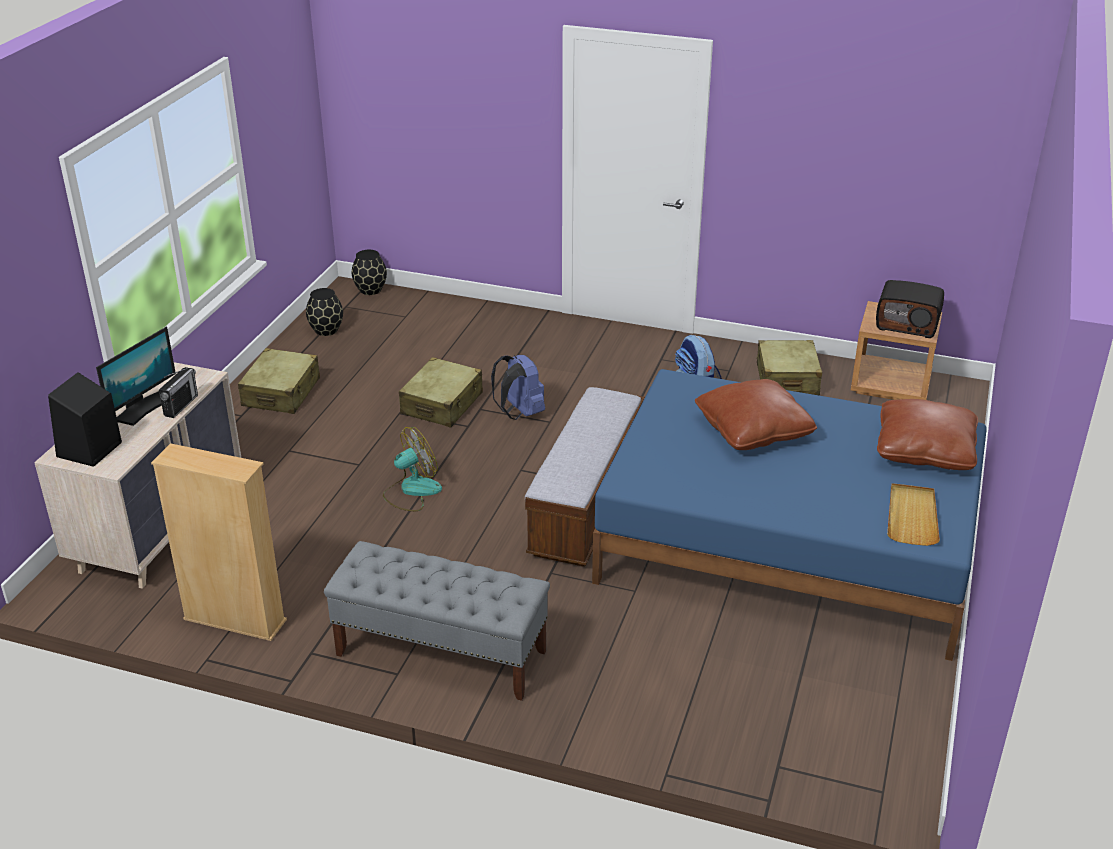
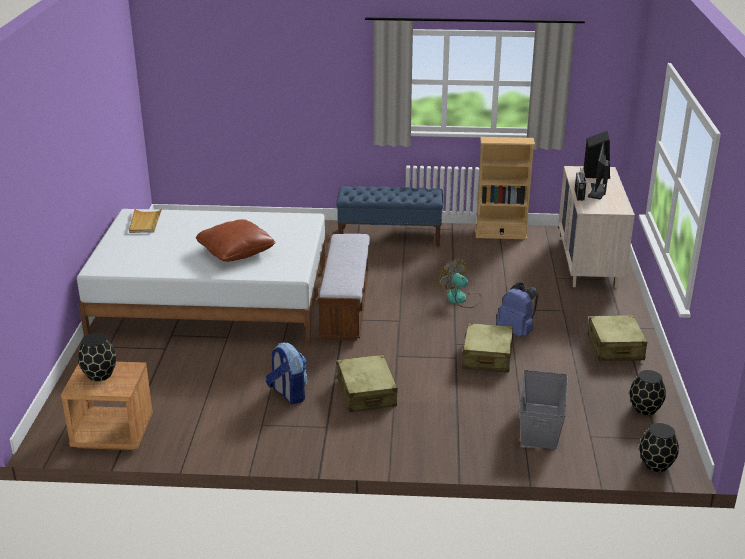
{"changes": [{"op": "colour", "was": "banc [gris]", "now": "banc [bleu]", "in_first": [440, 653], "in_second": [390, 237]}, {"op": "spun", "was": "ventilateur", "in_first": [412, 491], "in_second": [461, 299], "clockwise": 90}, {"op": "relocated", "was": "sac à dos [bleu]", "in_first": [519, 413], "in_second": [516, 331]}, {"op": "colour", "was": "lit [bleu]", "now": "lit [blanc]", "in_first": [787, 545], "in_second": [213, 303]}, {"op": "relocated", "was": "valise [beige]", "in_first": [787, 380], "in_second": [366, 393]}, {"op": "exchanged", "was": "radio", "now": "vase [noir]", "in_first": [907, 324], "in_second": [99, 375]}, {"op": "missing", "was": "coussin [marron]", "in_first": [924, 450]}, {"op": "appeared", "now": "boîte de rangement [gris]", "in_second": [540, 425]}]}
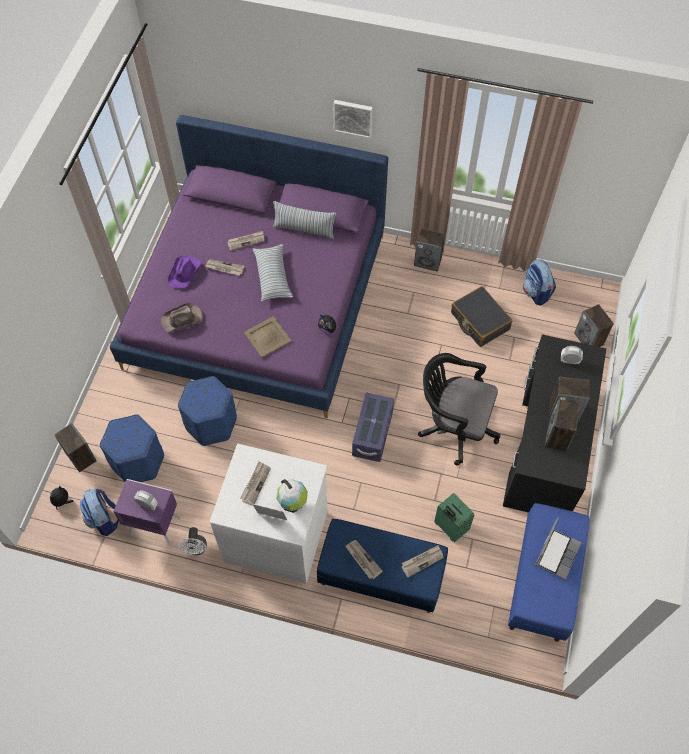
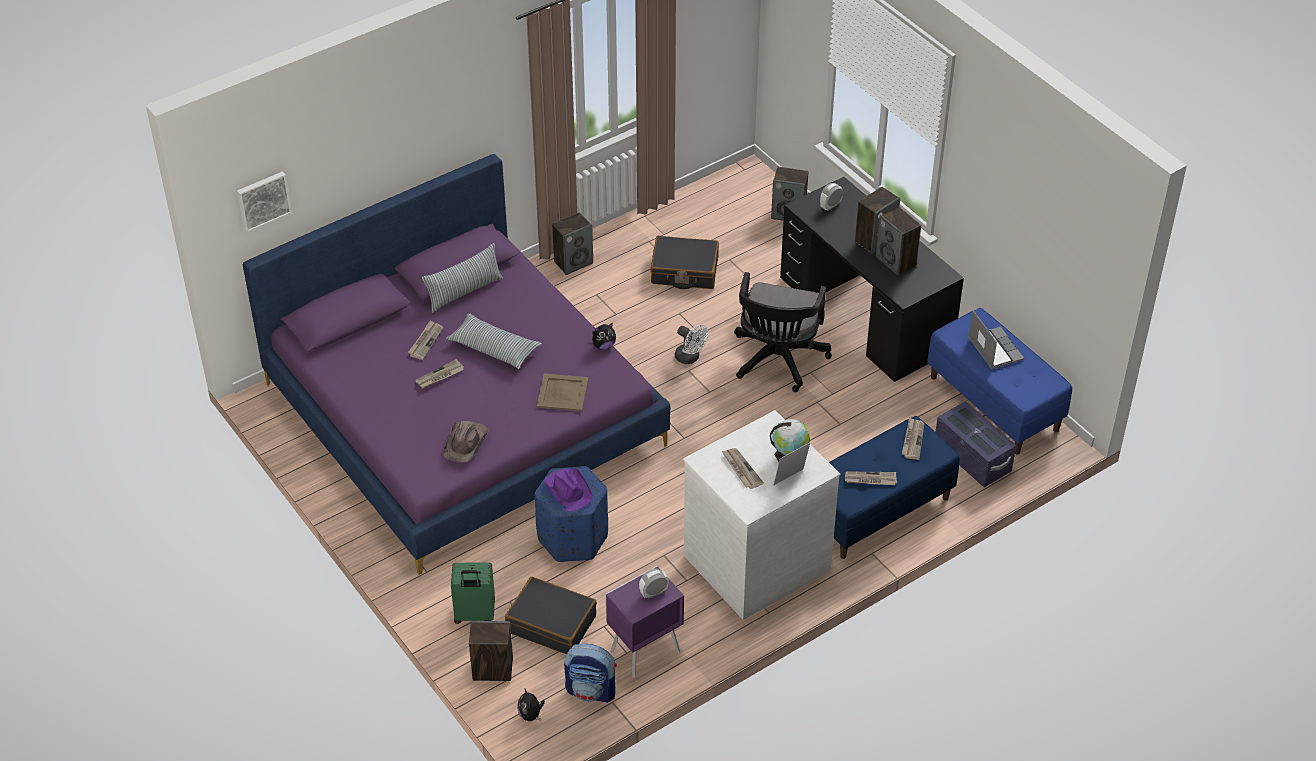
{"changes": [{"op": "exchanged", "was": "pouf [bleu]", "now": "valise [noir]", "in_first": [138, 461], "in_second": [551, 623]}, {"op": "relocated", "was": "chapeau [violet]", "in_first": [185, 272], "in_second": [568, 490]}, {"op": "relocated", "was": "ventilateur [blanc]", "in_first": [196, 549], "in_second": [690, 358]}, {"op": "relocated", "was": "tableau", "in_first": [353, 117], "in_second": [263, 200]}, {"op": "relocated", "was": "boîte de rangement [violet]", "in_first": [372, 434], "in_second": [972, 458]}, {"op": "spun", "was": "chaise de bureau [noir]", "in_first": [454, 426], "in_second": [777, 361], "clockwise": -45}, {"op": "relocated", "was": "valise [vert]", "in_first": [450, 527], "in_second": [474, 615]}, {"op": "missing", "was": "sac à dos", "in_first": [536, 293]}]}
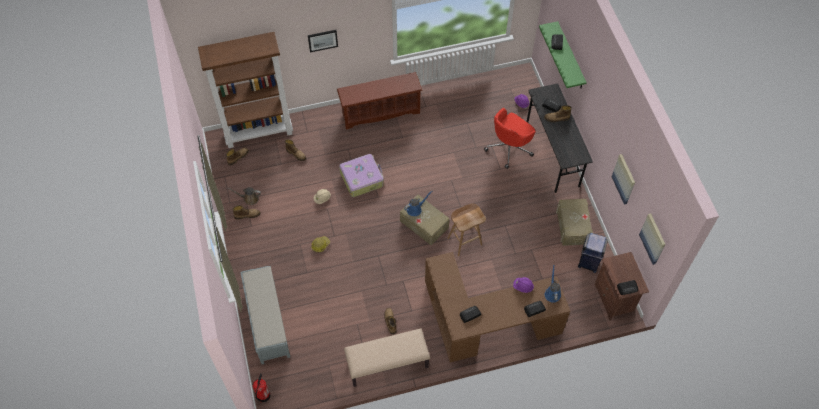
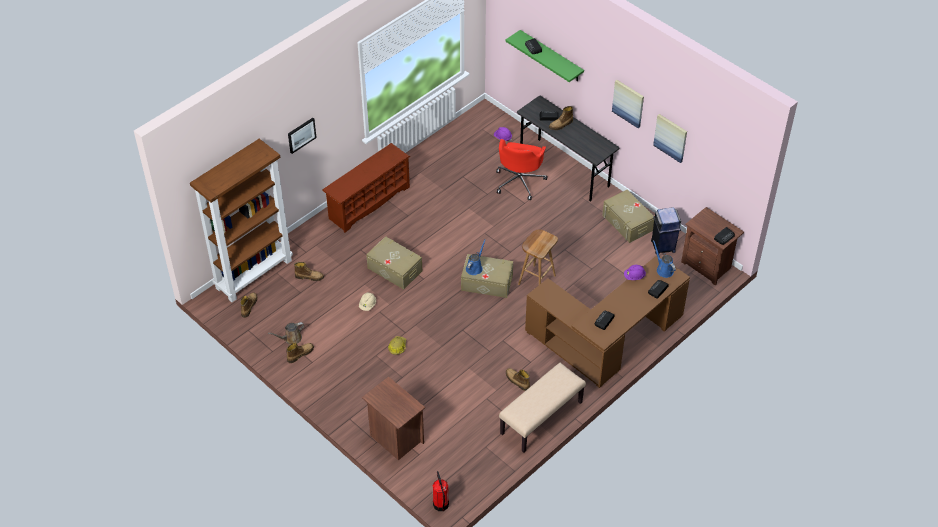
{"changes": [{"op": "exchanged", "was": "banc [gris]", "now": "table de chevet [marron]", "in_first": [267, 321], "in_second": [395, 438]}, {"op": "exchanged", "was": "valise", "now": "boîte de rangement [beige]", "in_first": [362, 178], "in_second": [394, 269]}, {"op": "relocated", "was": "tableau", "in_first": [653, 238], "in_second": [628, 103]}]}
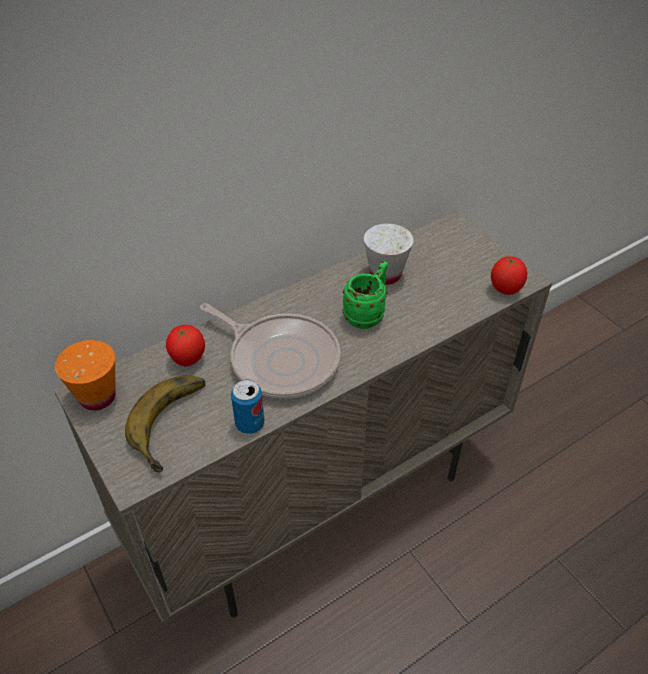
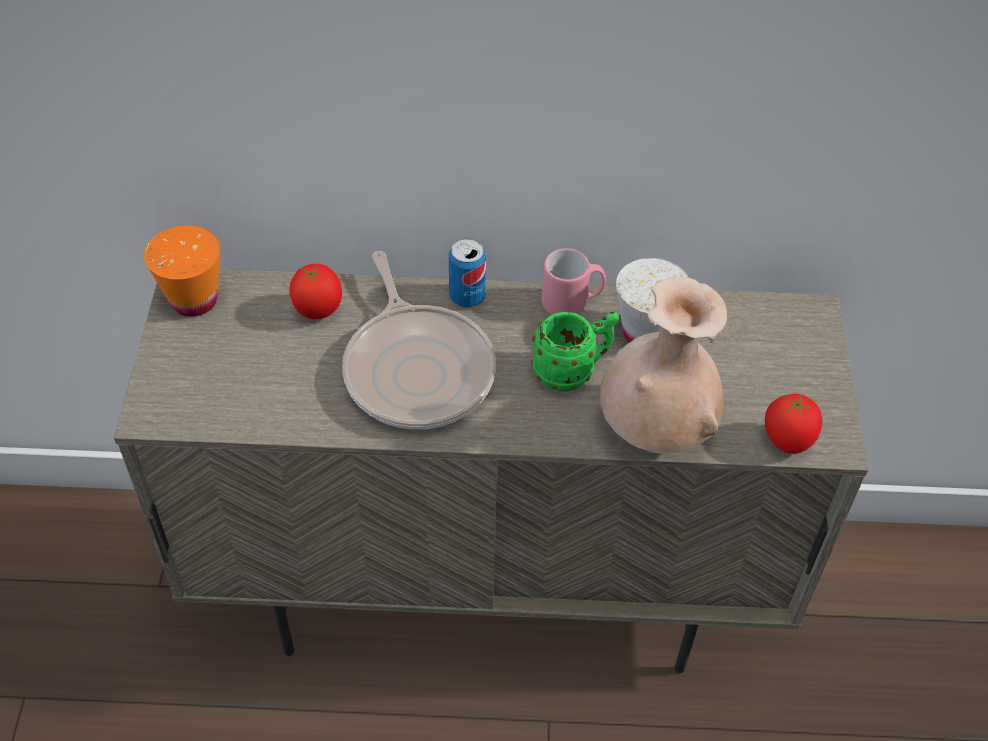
{"changes": [{"op": "missing", "was": "banane", "in_first": [176, 424]}, {"op": "relocated", "was": "boîte métallique", "in_first": [250, 424], "in_second": [467, 296]}, {"op": "appeared", "now": "mug [rose]", "in_second": [572, 303]}, {"op": "appeared", "now": "vase [beige]", "in_second": [655, 429]}]}
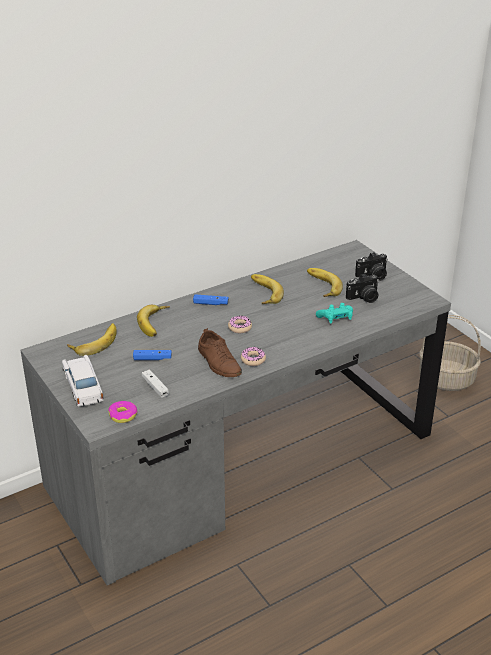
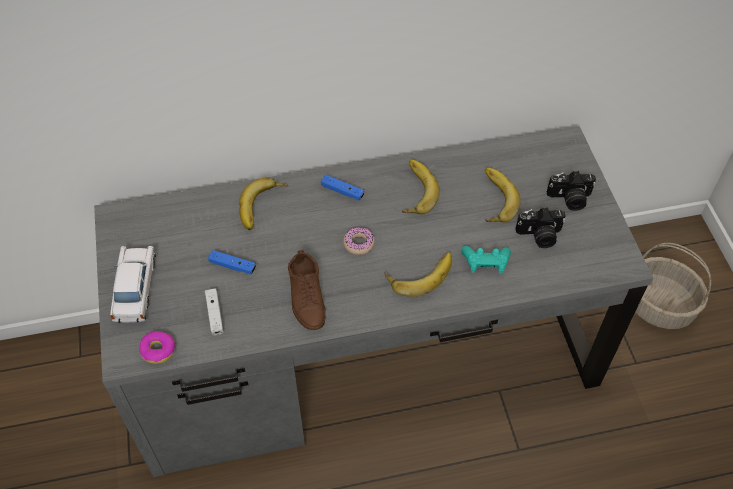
{"changes": [{"op": "relocated", "was": "banane", "in_first": [94, 342], "in_second": [419, 273]}, {"op": "missing", "was": "beignet", "in_first": [253, 360]}]}
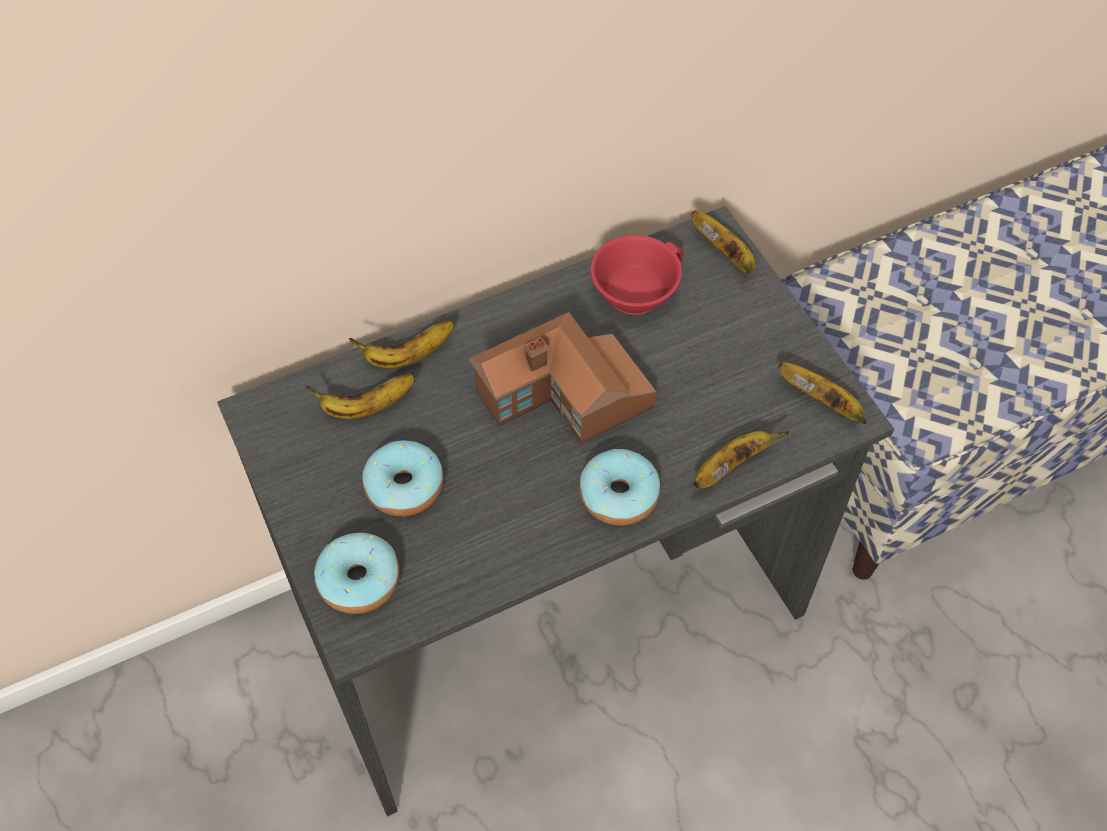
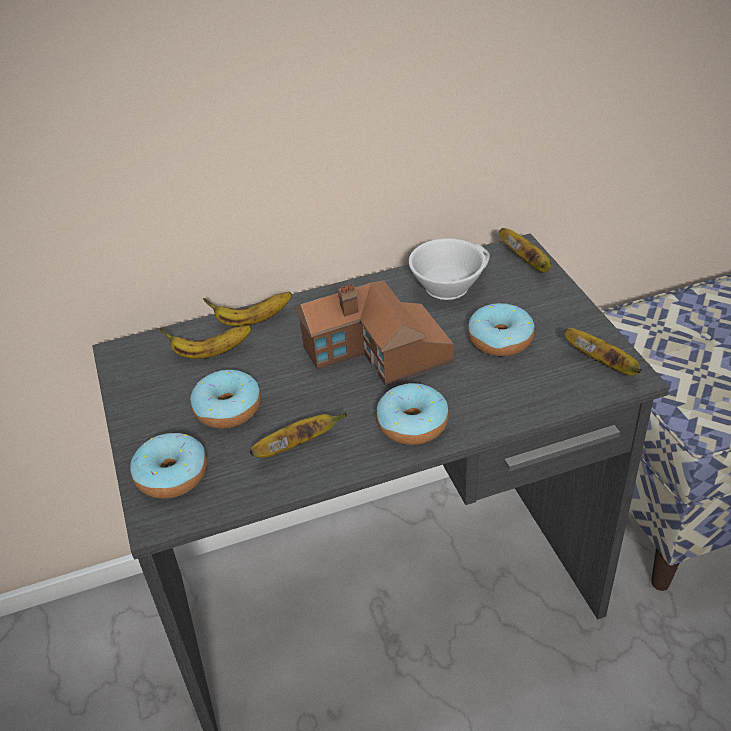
{"changes": [{"op": "colour", "was": "tasse [rouge]", "now": "tasse [blanc]", "in_first": [634, 290], "in_second": [447, 284]}, {"op": "relocated", "was": "banane", "in_first": [731, 466], "in_second": [297, 446]}, {"op": "appeared", "now": "beignet", "in_second": [500, 339]}]}
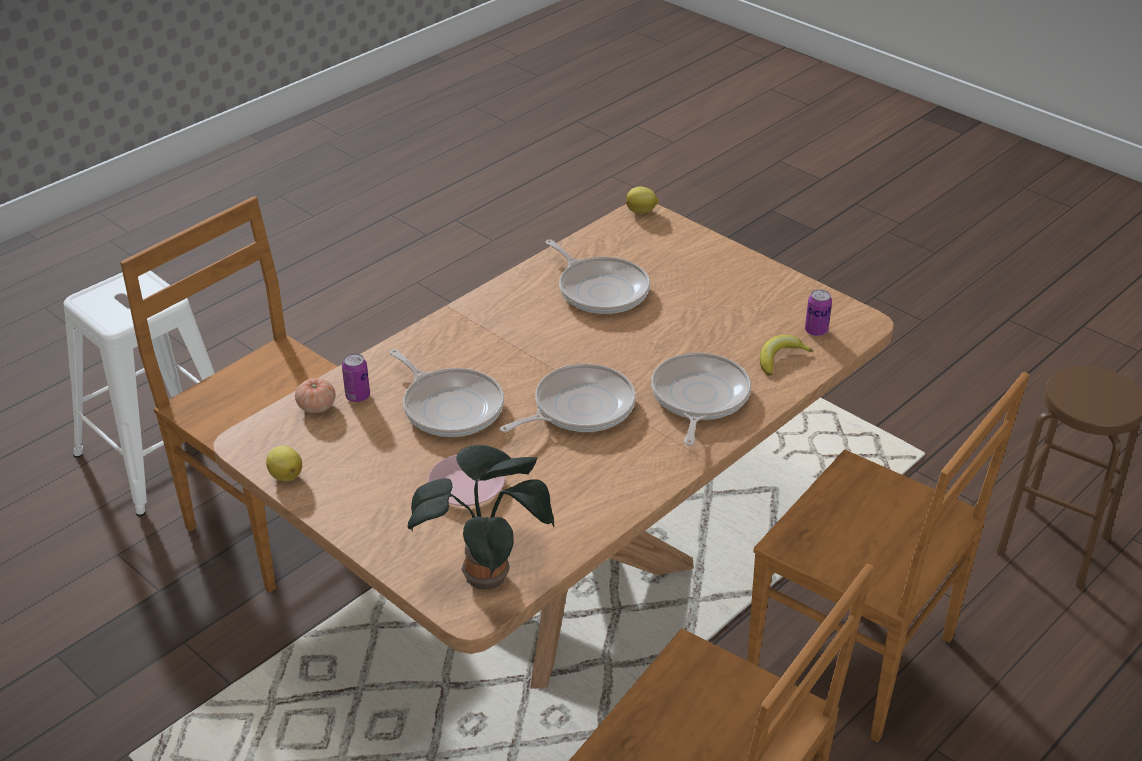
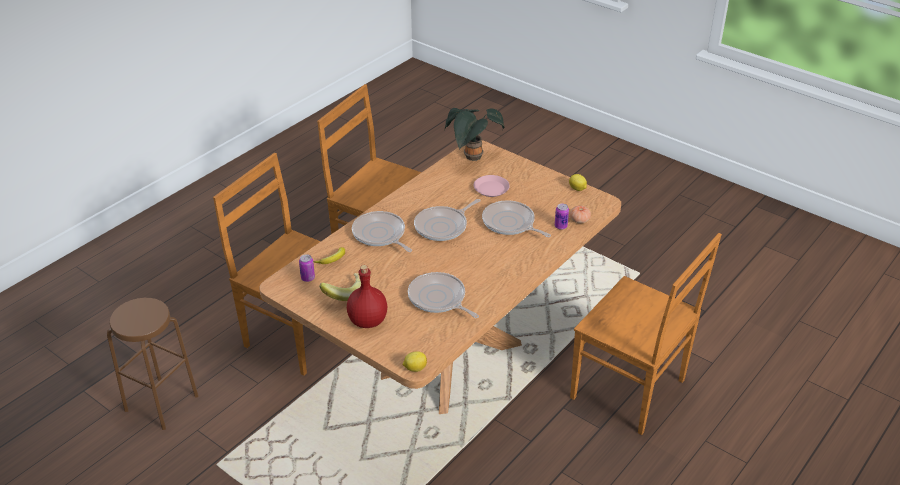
{"changes": [{"op": "missing", "was": "tabouret [blanc]", "in_first": [158, 455]}, {"op": "spun", "was": "poêle", "in_first": [698, 398], "in_second": [380, 235], "clockwise": 135}, {"op": "appeared", "now": "banane", "in_second": [343, 294]}, {"op": "appeared", "now": "bouteille [rouge]", "in_second": [367, 321]}]}
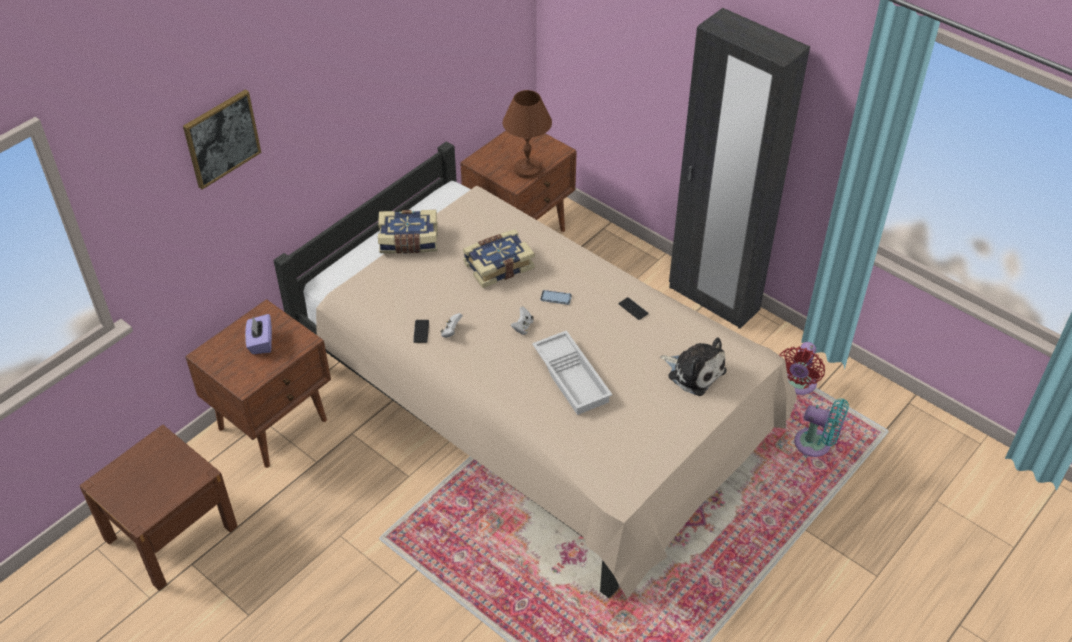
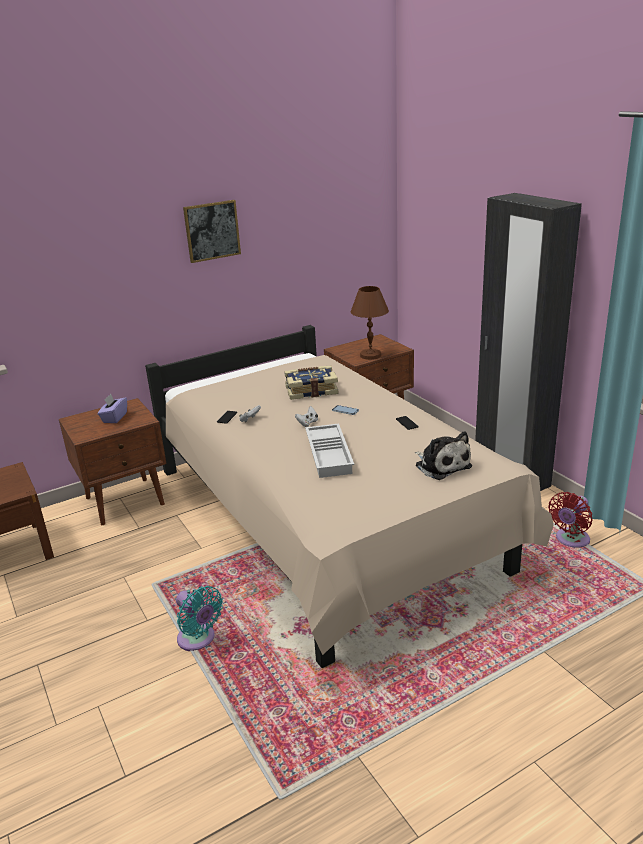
{"changes": [{"op": "relocated", "was": "tableau", "in_first": [221, 138], "in_second": [212, 231]}, {"op": "missing", "was": "livre", "in_first": [408, 241]}, {"op": "relocated", "was": "ventilateur [turquoise]", "in_first": [816, 445], "in_second": [198, 640]}]}
